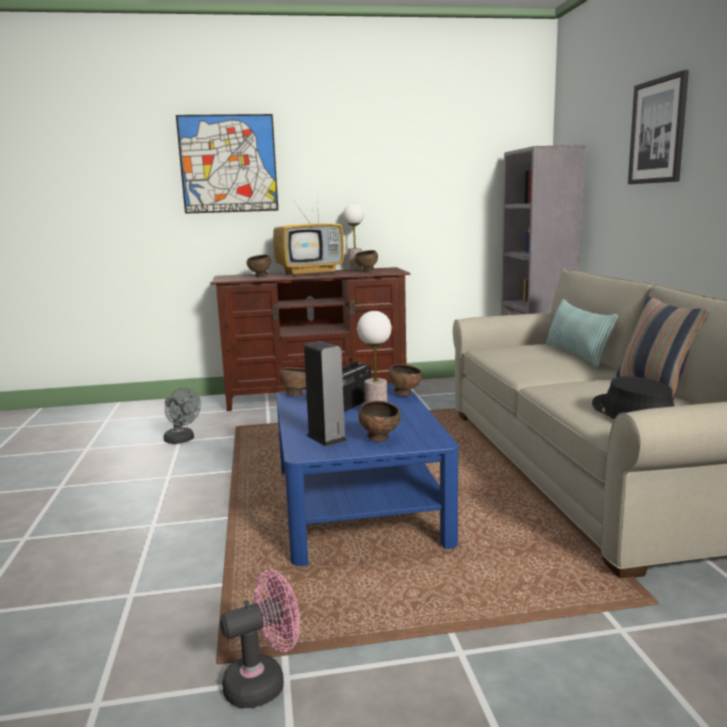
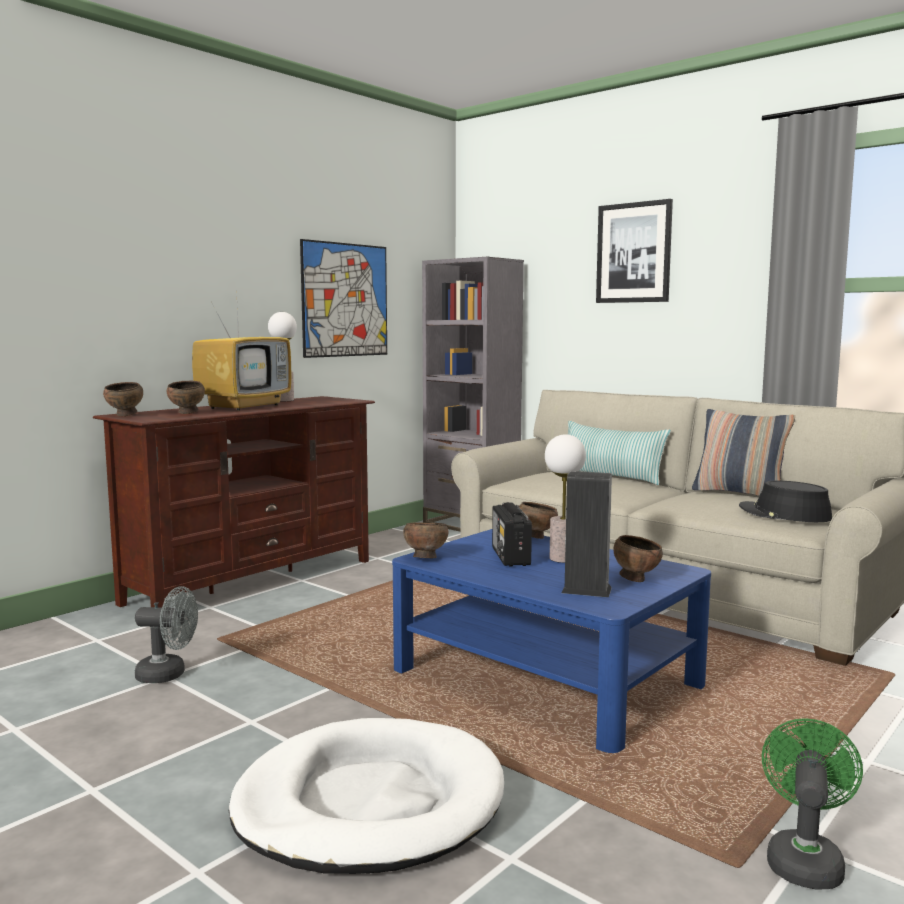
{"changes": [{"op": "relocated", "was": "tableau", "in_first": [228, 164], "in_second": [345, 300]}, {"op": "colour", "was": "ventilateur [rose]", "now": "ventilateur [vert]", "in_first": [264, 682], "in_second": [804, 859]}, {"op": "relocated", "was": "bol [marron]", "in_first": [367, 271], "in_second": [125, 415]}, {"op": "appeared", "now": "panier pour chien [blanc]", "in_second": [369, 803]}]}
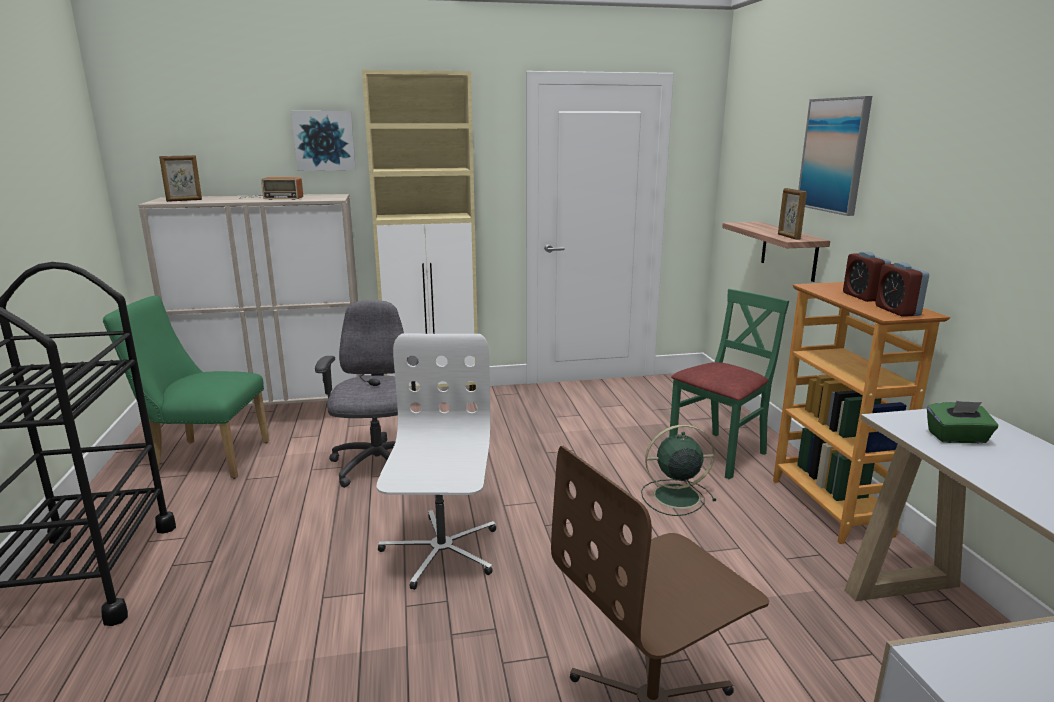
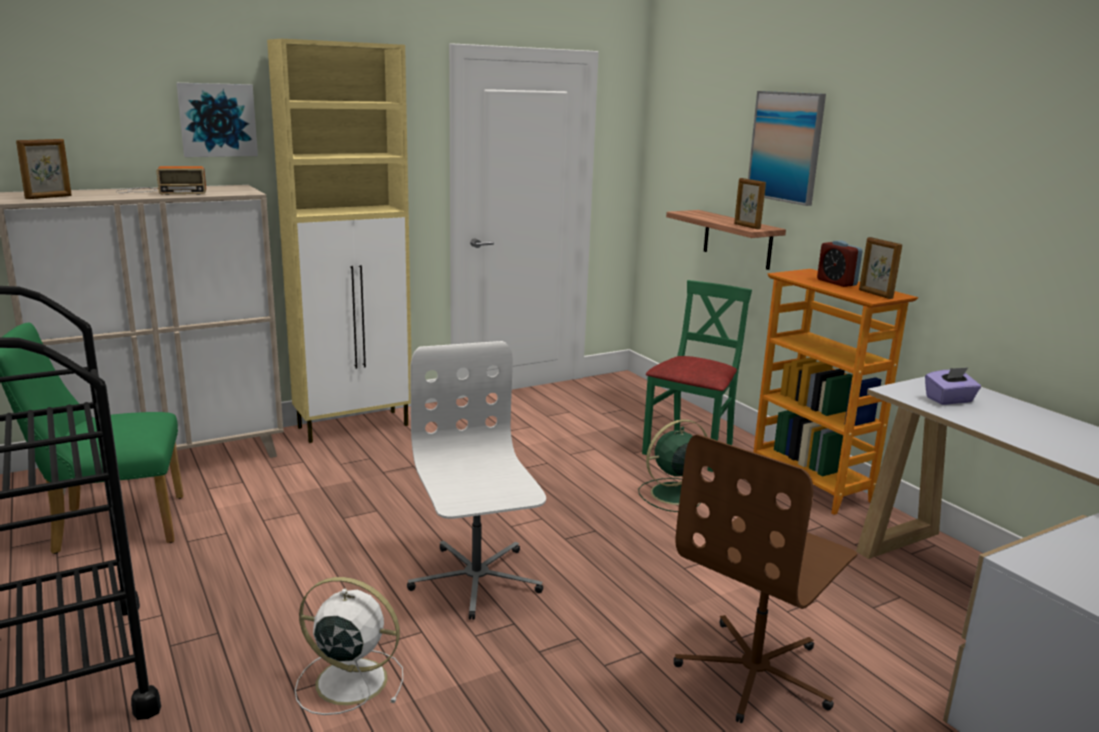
{"changes": [{"op": "missing", "was": "chaise de bureau [gris]", "in_first": [377, 466]}, {"op": "exchanged", "was": "réveil", "now": "cadre photo", "in_first": [897, 311], "in_second": [875, 294]}, {"op": "colour", "was": "boîte à mouchoirs [vert]", "now": "boîte à mouchoirs [violet]", "in_first": [957, 438], "in_second": [949, 400]}, {"op": "appeared", "now": "ventilateur [blanc]", "in_second": [348, 680]}]}
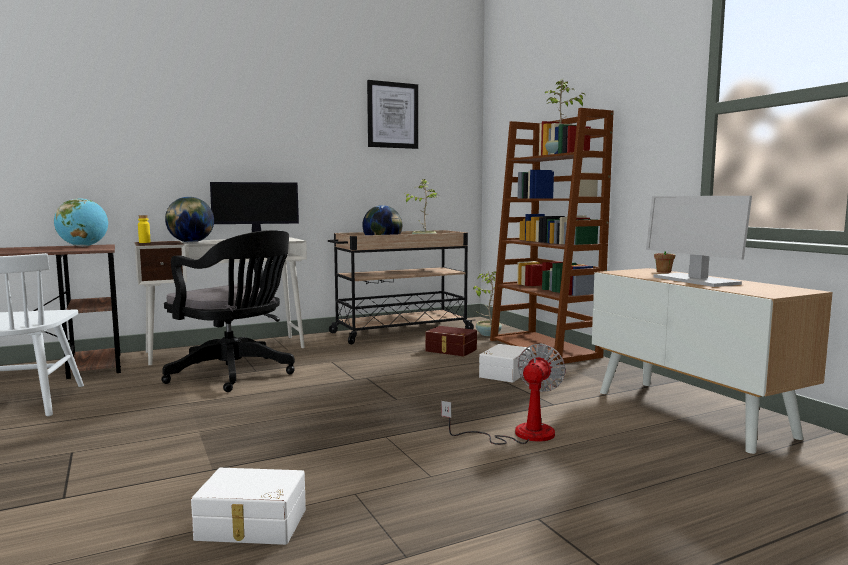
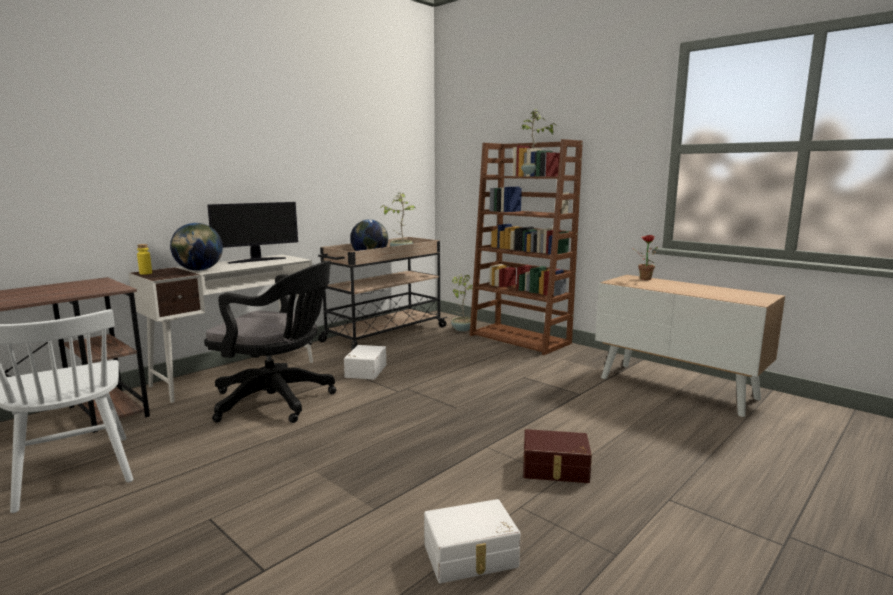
{"changes": [{"op": "missing", "was": "globe", "in_first": [83, 246]}, {"op": "missing", "was": "tableau", "in_first": [392, 115]}, {"op": "relocated", "was": "boîte de rangement [marron]", "in_first": [450, 350], "in_second": [555, 469]}, {"op": "missing", "was": "ventilateur", "in_first": [519, 434]}, {"op": "relocated", "was": "boîte de rangement [blanc]", "in_first": [503, 373], "in_second": [364, 371]}, {"op": "missing", "was": "écran d'ordinateur", "in_first": [694, 280]}]}
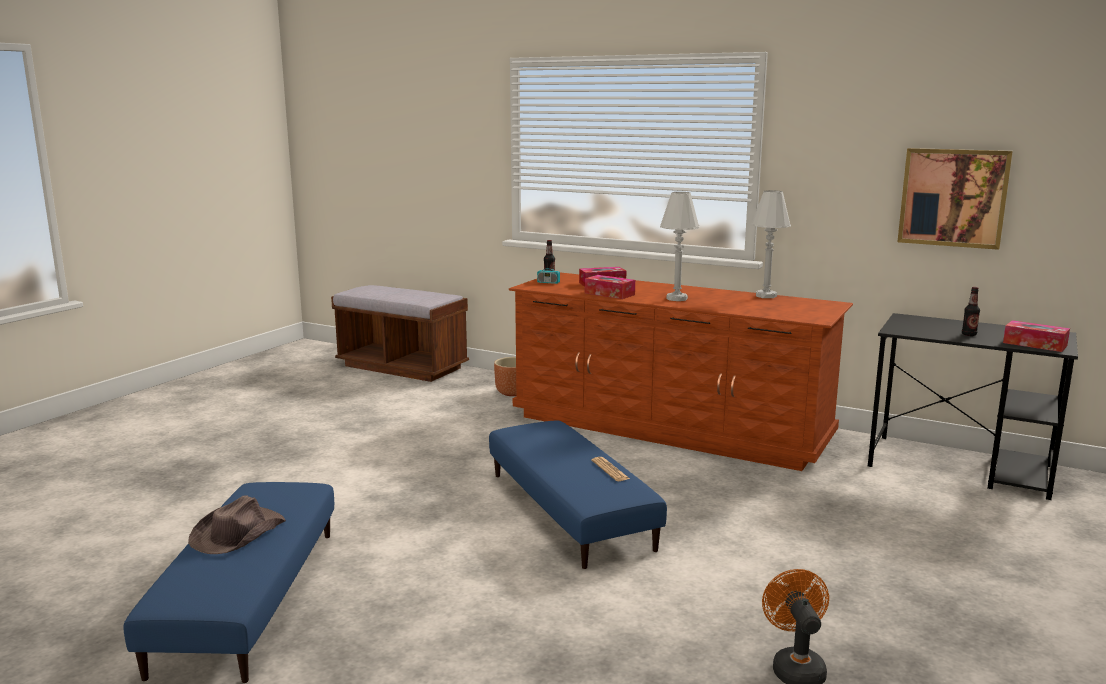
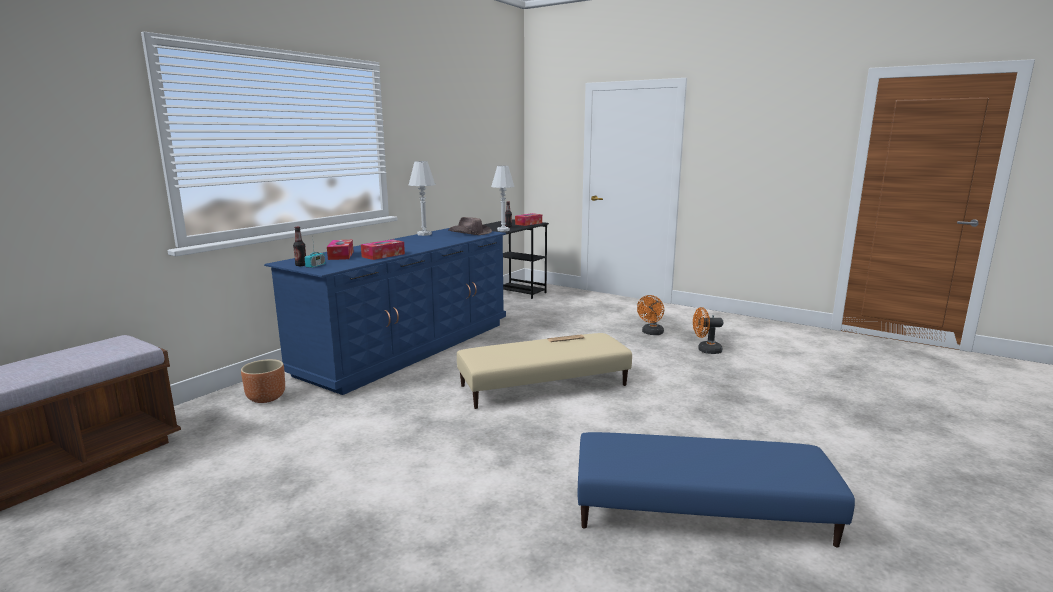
{"changes": [{"op": "relocated", "was": "chapeau [marron]", "in_first": [237, 534], "in_second": [470, 233]}, {"op": "colour", "was": "pouf [bleu]", "now": "pouf [beige]", "in_first": [570, 510], "in_second": [543, 385]}, {"op": "colour", "was": "commode [marron]", "now": "commode [bleu]", "in_first": [669, 427], "in_second": [408, 348]}, {"op": "relocated", "was": "lampe de table [blanc]", "in_first": [677, 298], "in_second": [503, 230]}, {"op": "missing", "was": "tableau", "in_first": [953, 197]}, {"op": "appeared", "now": "ventilateur [orange]", "in_second": [651, 333]}]}
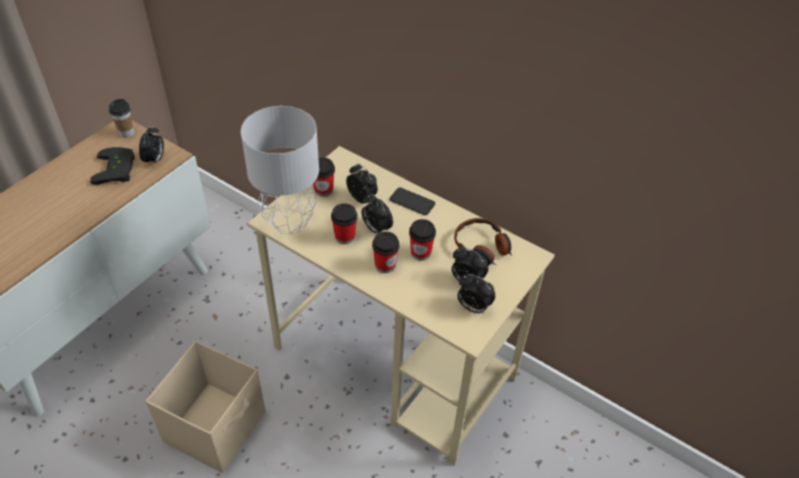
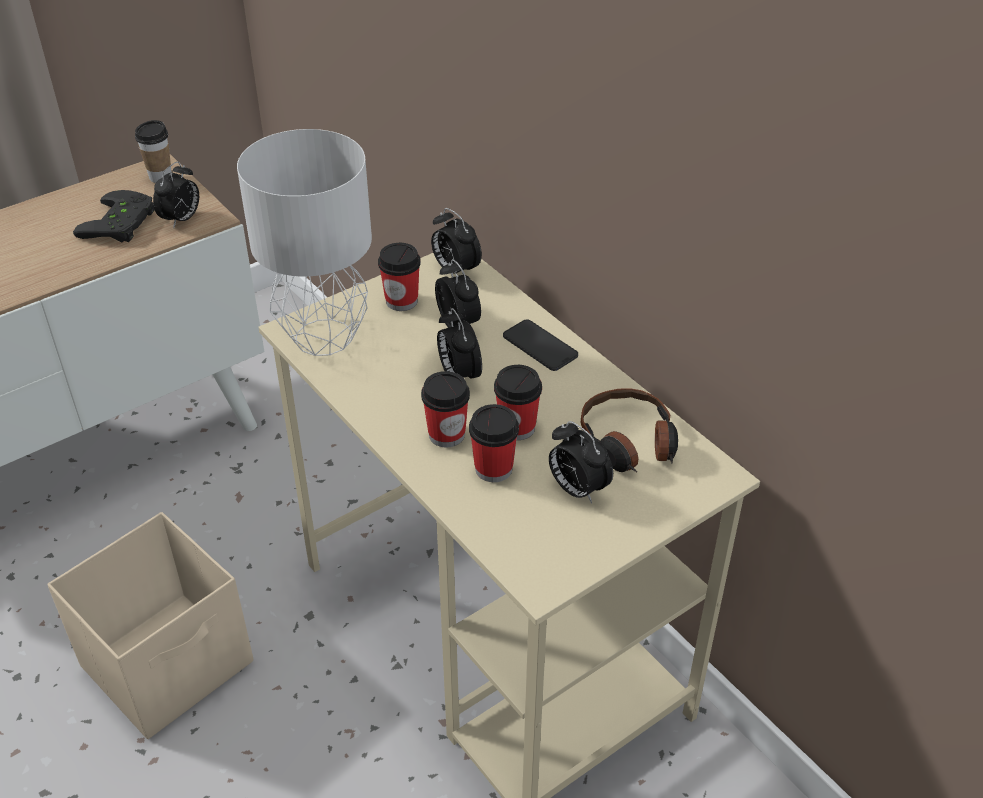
{"changes": [{"op": "relocated", "was": "tasse", "in_first": [345, 237], "in_second": [493, 468]}, {"op": "relocated", "was": "réveil", "in_first": [473, 307], "in_second": [455, 270]}]}
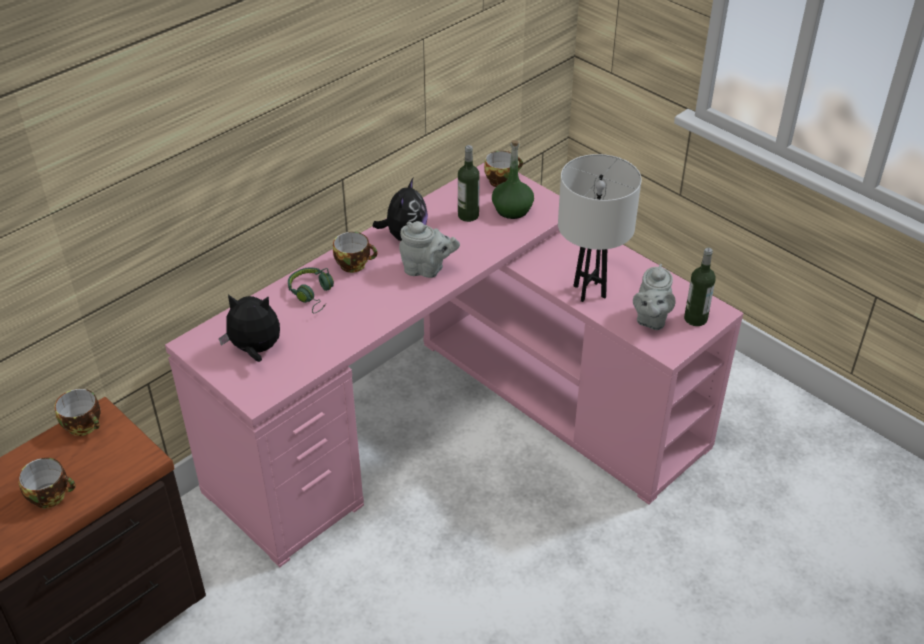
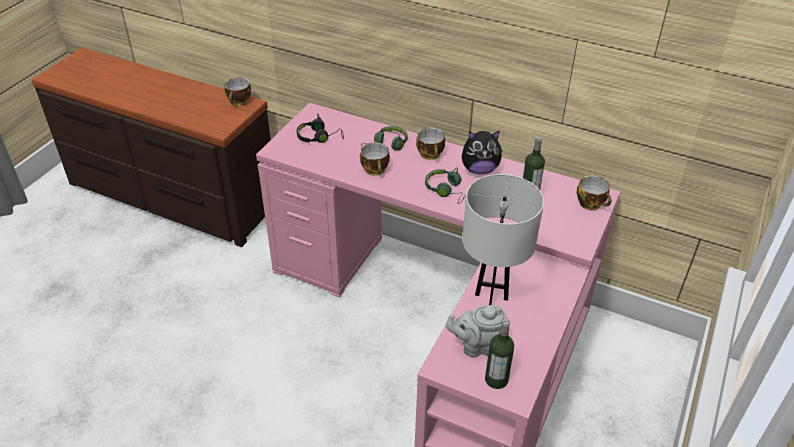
{"changes": [{"op": "relocated", "was": "tasse", "in_first": [52, 495], "in_second": [376, 170]}, {"op": "exchanged", "was": "peluche", "now": "casque audio [noir]", "in_first": [255, 350], "in_second": [319, 137]}, {"op": "exchanged", "was": "théière [gris]", "now": "casque audio [vert]", "in_first": [426, 269], "in_second": [446, 190]}, {"op": "missing", "was": "bouteille [vert]", "in_first": [512, 209]}]}
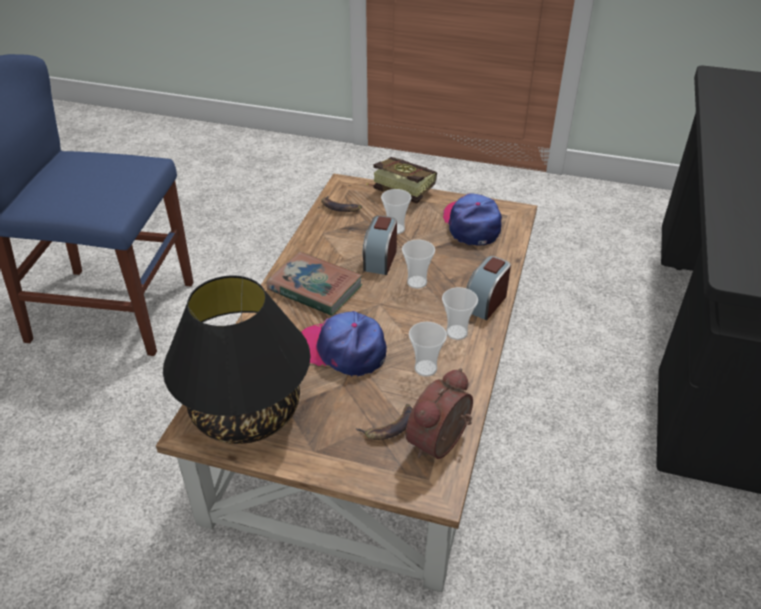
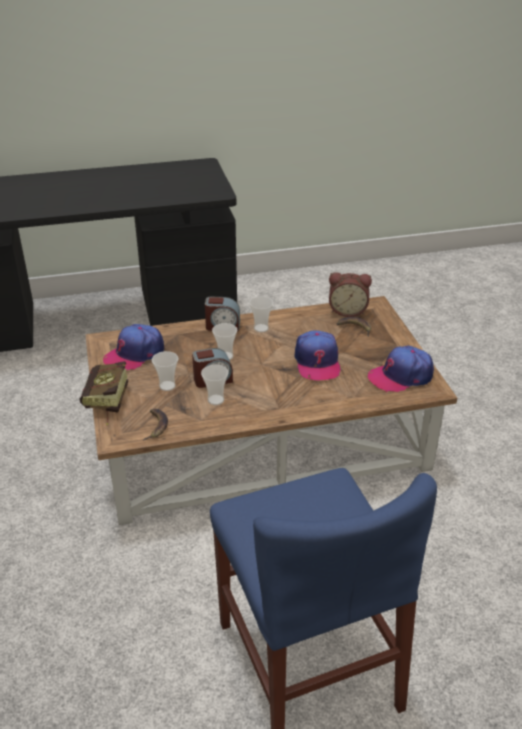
{"changes": [{"op": "exchanged", "was": "lampe de table [noir]", "now": "casquette", "in_first": [246, 413], "in_second": [401, 376]}, {"op": "missing", "was": "livre", "in_first": [315, 288]}, {"op": "relocated", "was": "tasse", "in_first": [425, 368], "in_second": [216, 400]}]}
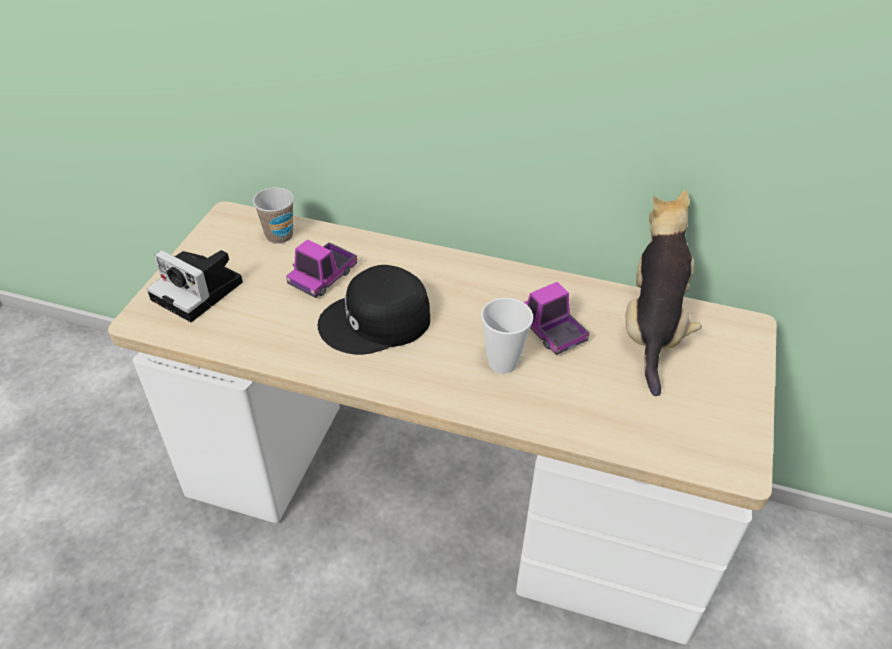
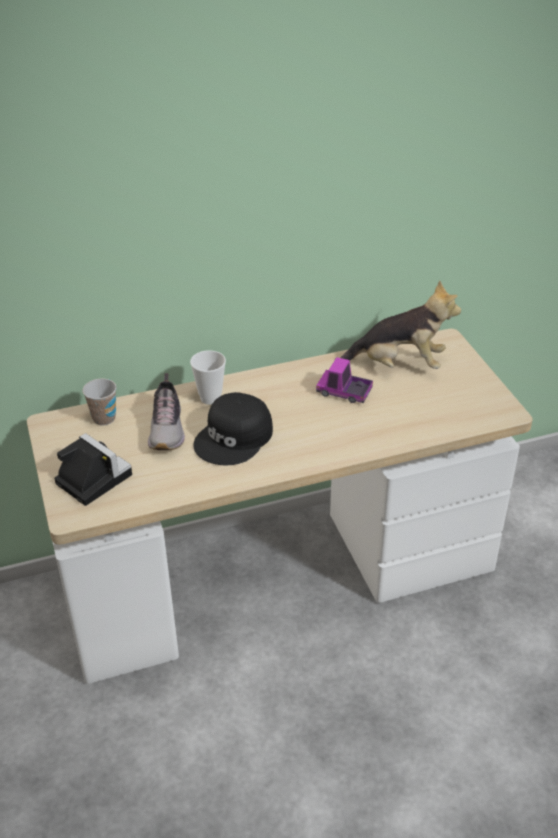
{"changes": [{"op": "spun", "was": "appareil photo", "in_first": [200, 291], "in_second": [91, 478], "clockwise": -135}, {"op": "exchanged", "was": "camion jouet", "now": "chaussure", "in_first": [323, 277], "in_second": [167, 429]}, {"op": "relocated", "was": "tasse", "in_first": [502, 362], "in_second": [210, 398]}, {"op": "spun", "was": "peluche", "in_first": [652, 329], "in_second": [399, 365], "clockwise": 120}]}
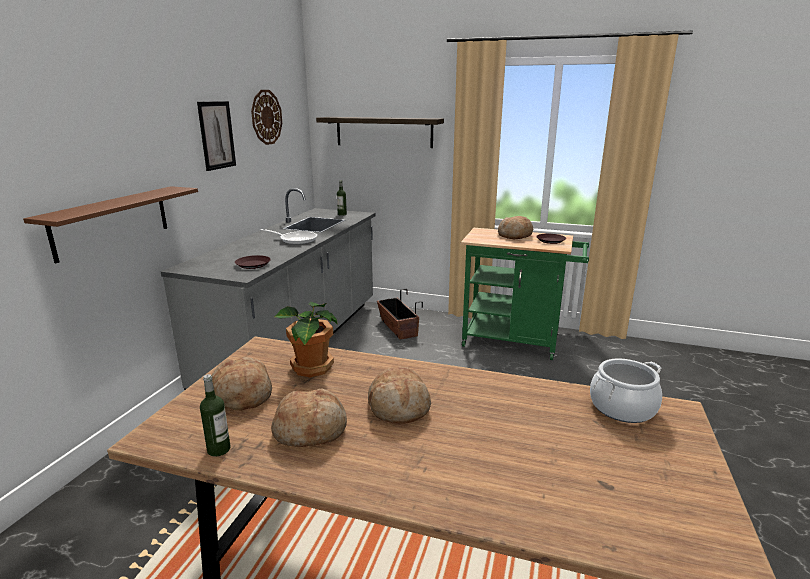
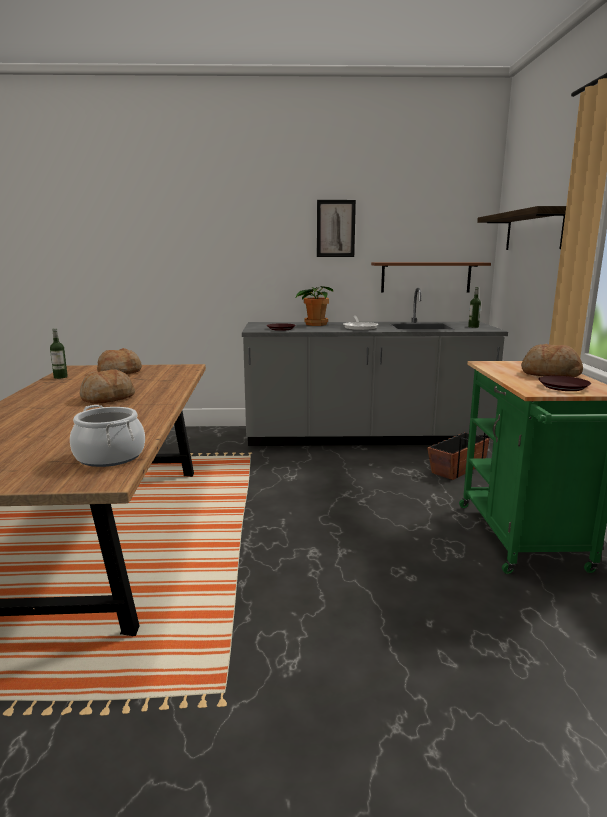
{"changes": [{"op": "relocated", "was": "étagère [marron]", "in_first": [112, 222], "in_second": [426, 277]}, {"op": "missing", "was": "horloge murale", "in_first": [266, 117]}, {"op": "missing", "was": "pain", "in_first": [311, 429]}, {"op": "relocated", "was": "plante en pot", "in_first": [311, 368], "in_second": [315, 324]}]}
